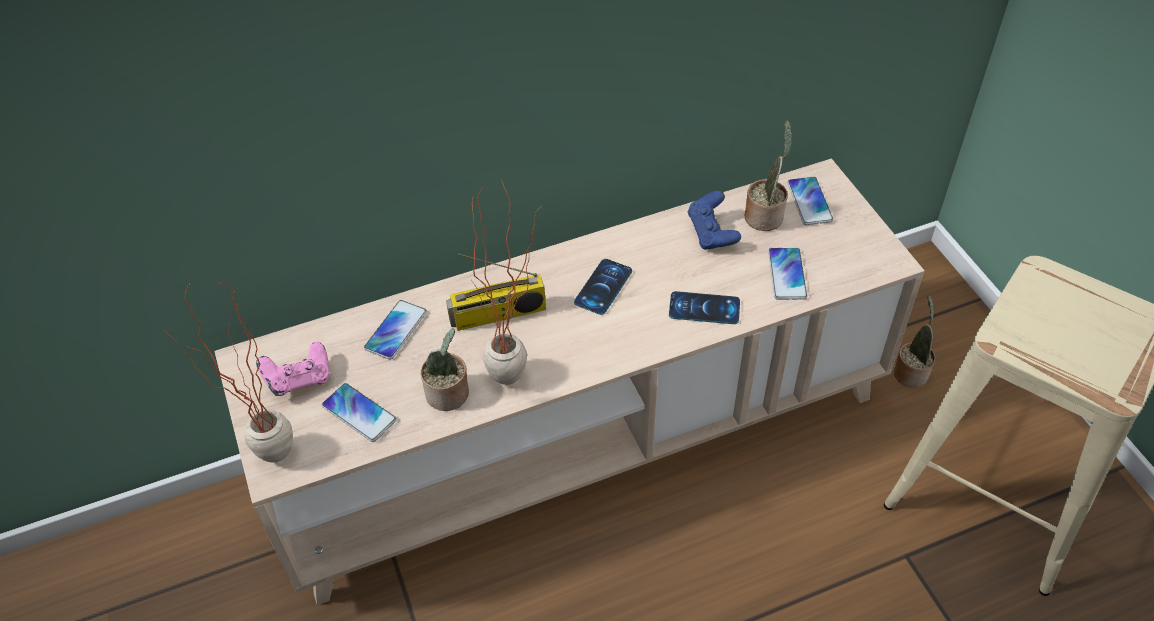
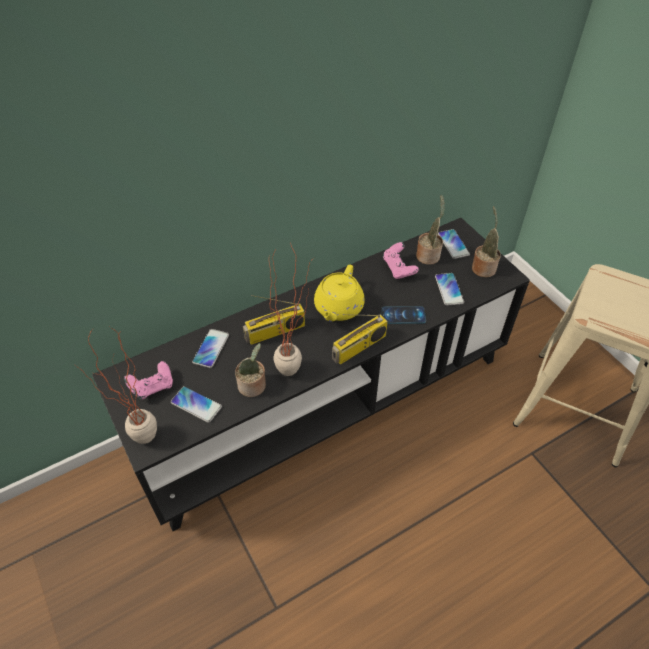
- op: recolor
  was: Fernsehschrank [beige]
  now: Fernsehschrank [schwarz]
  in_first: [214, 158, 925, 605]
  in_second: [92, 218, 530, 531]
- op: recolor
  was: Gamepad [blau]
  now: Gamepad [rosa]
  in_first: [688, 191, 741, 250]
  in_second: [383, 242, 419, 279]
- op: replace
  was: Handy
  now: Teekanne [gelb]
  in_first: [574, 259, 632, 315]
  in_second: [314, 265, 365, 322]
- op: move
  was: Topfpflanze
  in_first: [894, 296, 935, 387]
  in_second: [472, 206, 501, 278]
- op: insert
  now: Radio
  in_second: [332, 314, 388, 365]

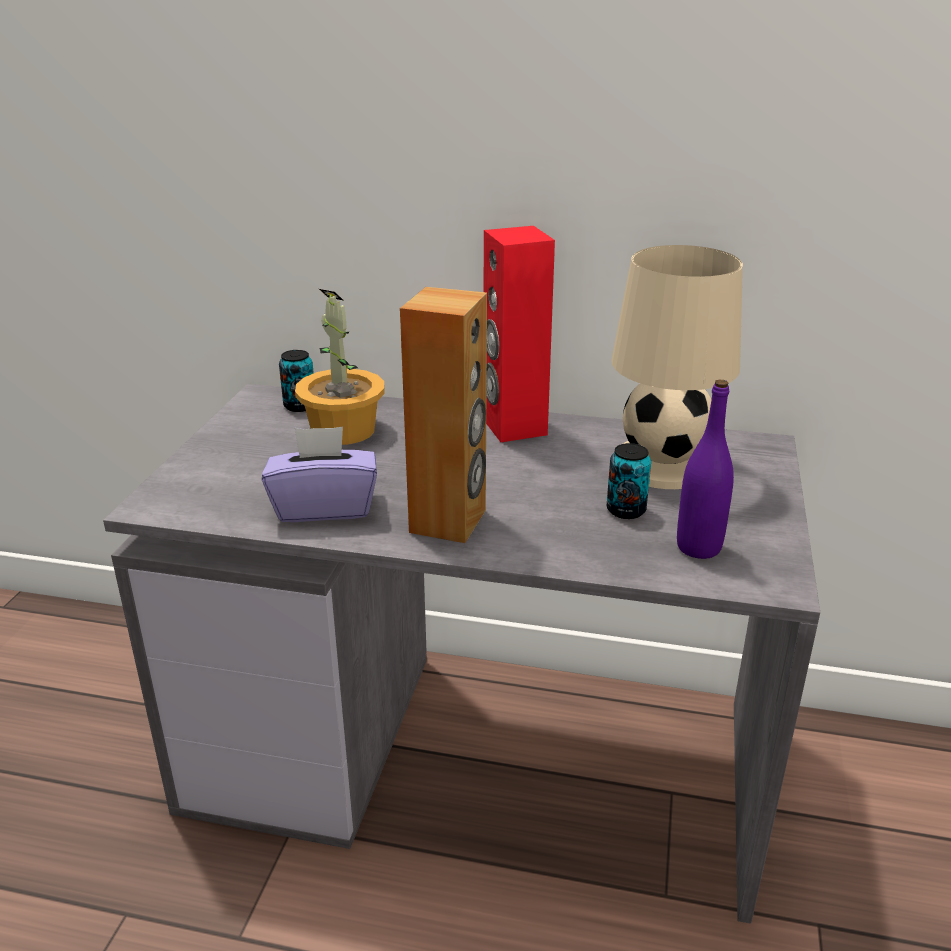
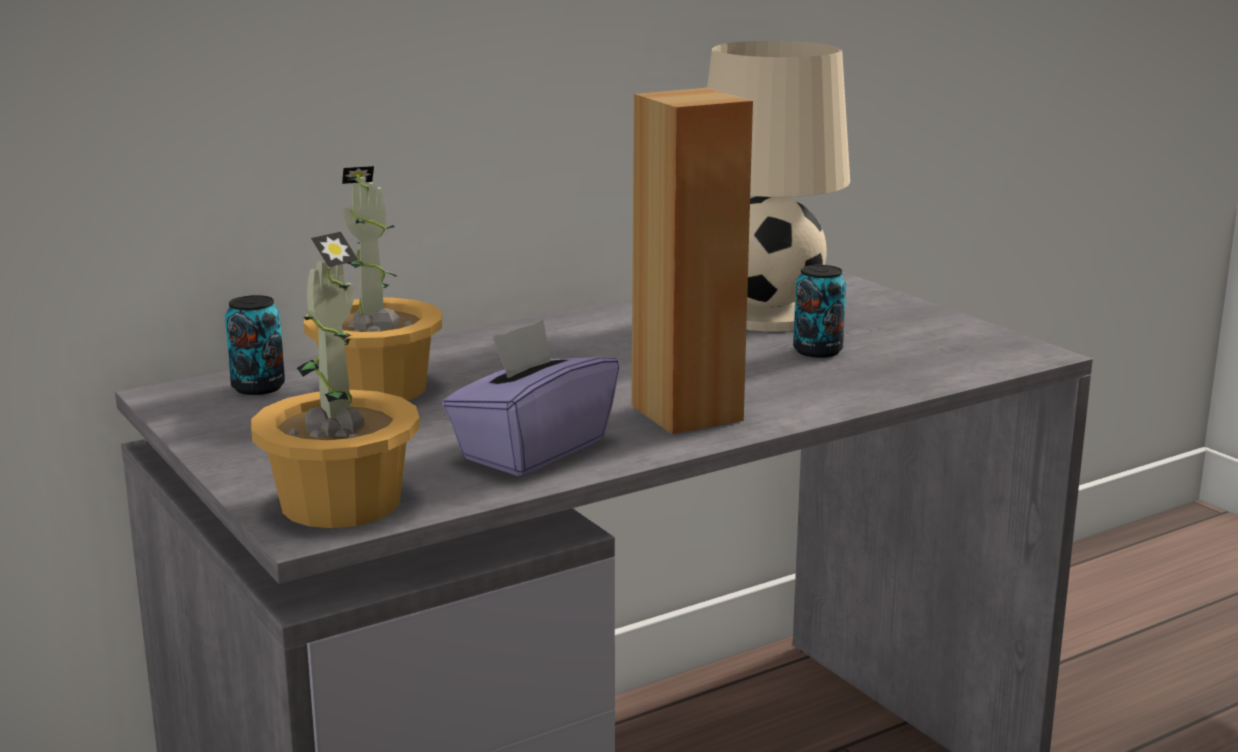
- op: delete
  was: Lautsprecher [rot]
  in_first: [484, 226, 555, 442]
- op: delete
  was: Flasche [lila]
  in_first: [677, 380, 734, 559]
- op: insert
  now: Topfpflanze
  in_second: [251, 232, 420, 528]

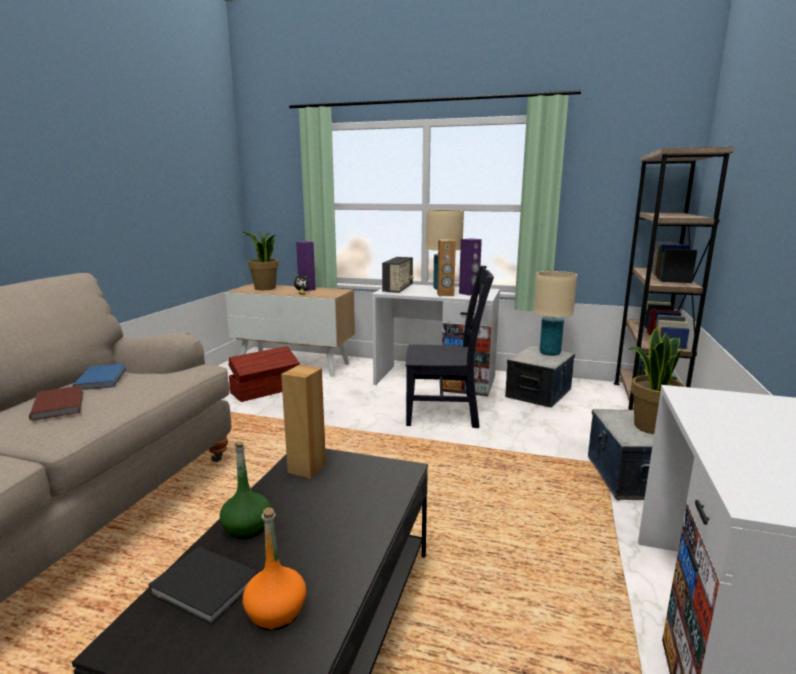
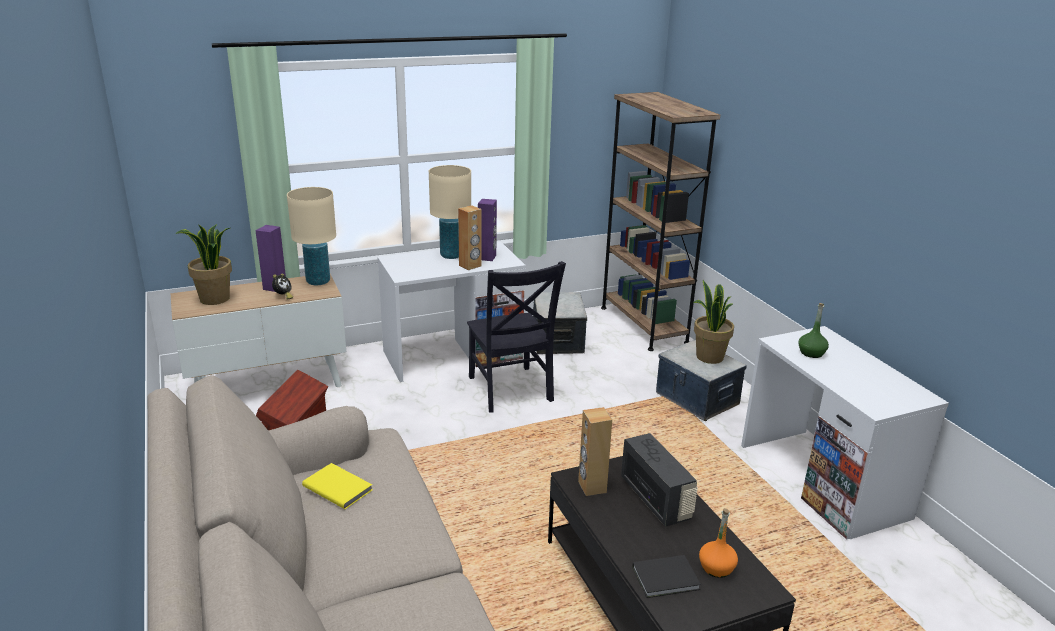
- op: move
  was: Radio
  in_first: [382, 257, 414, 293]
  in_second: [621, 433, 698, 527]
- op: rotate
  was: Stuhl [schwarz]
  in_first: [406, 266, 494, 428]
  in_second: [467, 261, 566, 412]
  clockwise: 105
- op: move
  was: Tischlampe [beige]
  in_first: [534, 271, 577, 356]
  in_second: [287, 187, 336, 285]
- op: recolor
  was: Buch [blau]
  now: Buch [gelb]
  in_first: [72, 364, 127, 390]
  in_second: [302, 463, 372, 509]
- op: delete
  was: Buch [braun]
  in_first: [29, 385, 83, 421]
- op: move
  was: Flasche [grün]
  in_first: [220, 442, 271, 539]
  in_second: [798, 303, 829, 358]

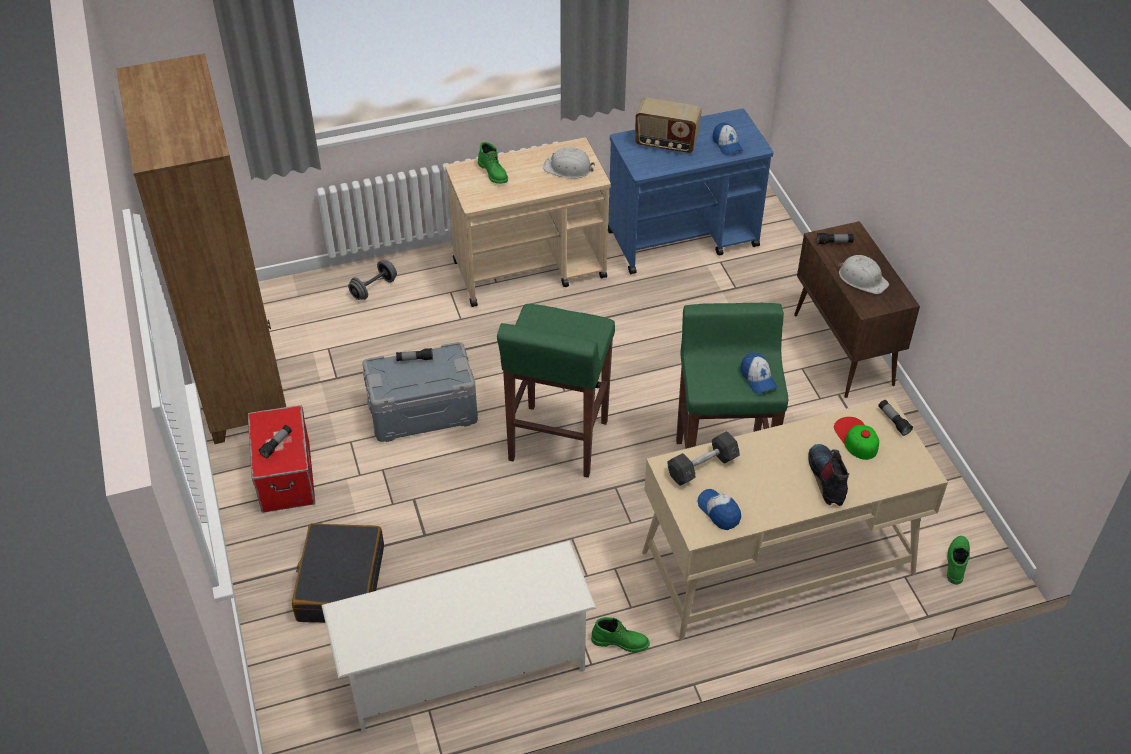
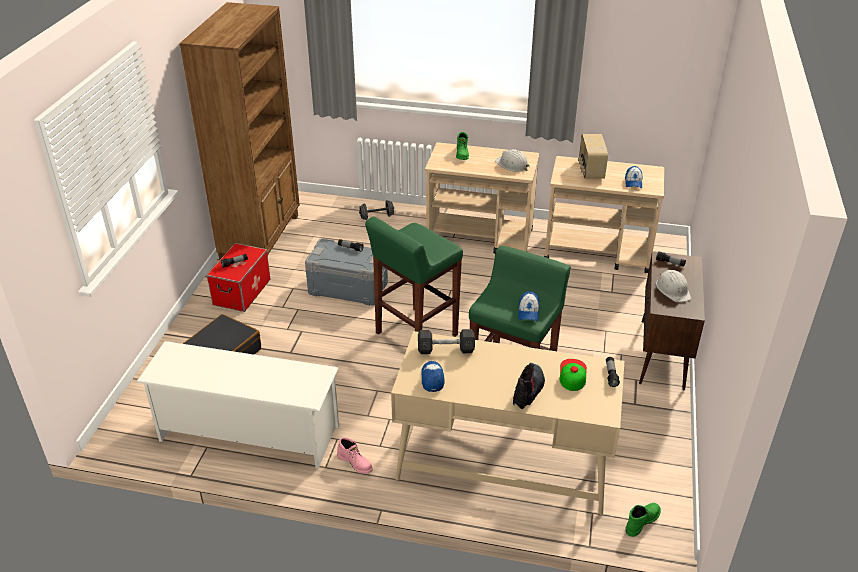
- op: rotate
  was: Radio
  in_first: [635, 97, 702, 153]
  in_second: [578, 134, 608, 179]
  clockwise: 45
- op: recolor
  was: Rollwagen [blau]
  now: Rollwagen [beige]
  in_first: [608, 108, 774, 274]
  in_second: [544, 156, 665, 273]
- op: recolor
  was: Stiefel [grün]
  now: Stiefel [rosa]
  in_first: [591, 617, 650, 652]
  in_second: [337, 437, 373, 474]

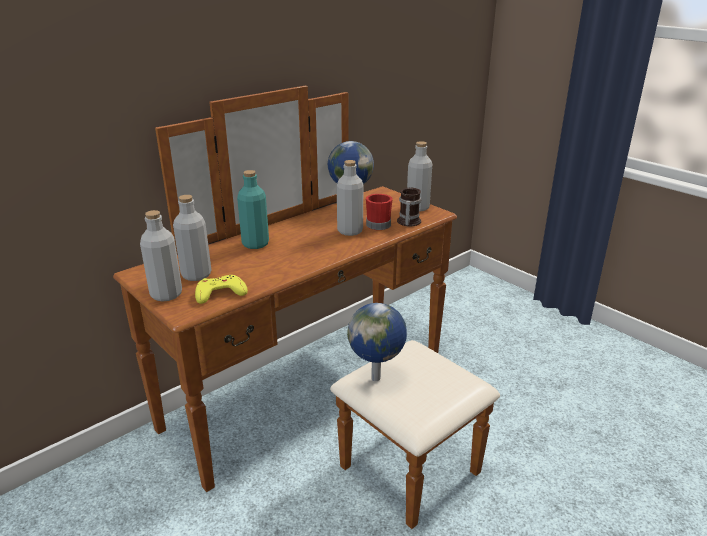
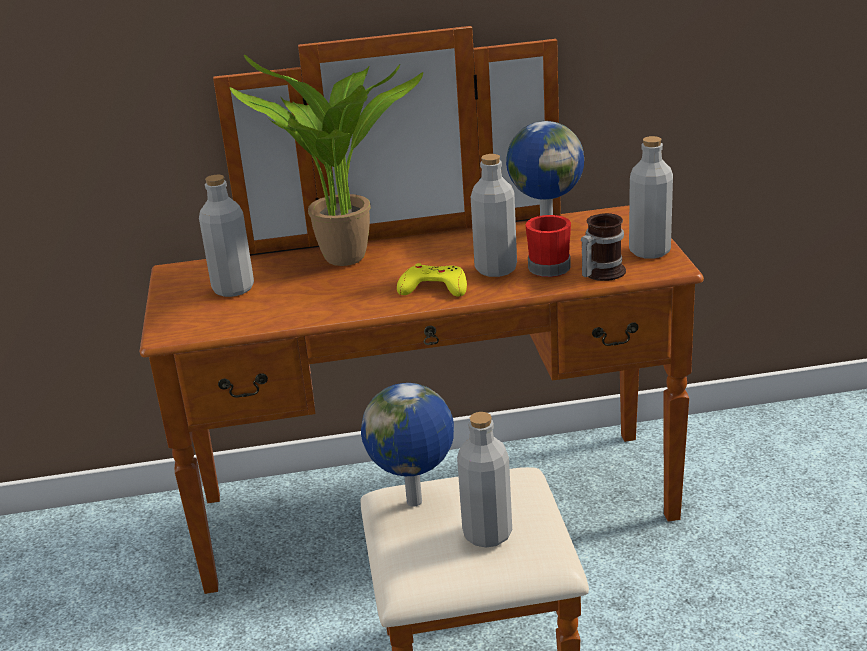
- op: replace
  was: Flasche [türkis]
  now: Topfpflanze
  in_first: [237, 170, 269, 249]
  in_second: [229, 55, 423, 266]
- op: move
  was: Flasche [grau]
  in_first: [140, 210, 182, 302]
  in_second: [457, 412, 512, 548]
- op: move
  was: Gamepad [gelb]
  in_first: [195, 275, 248, 304]
  in_second: [397, 263, 467, 296]

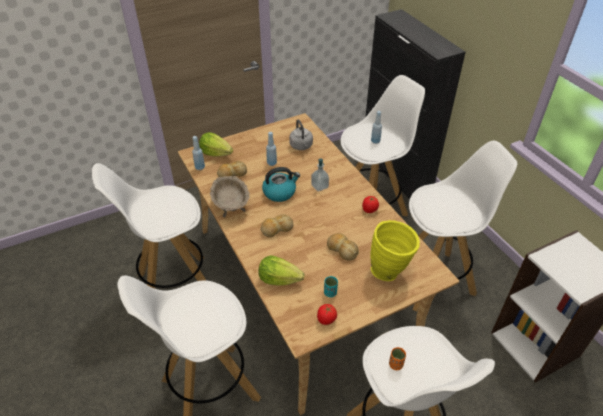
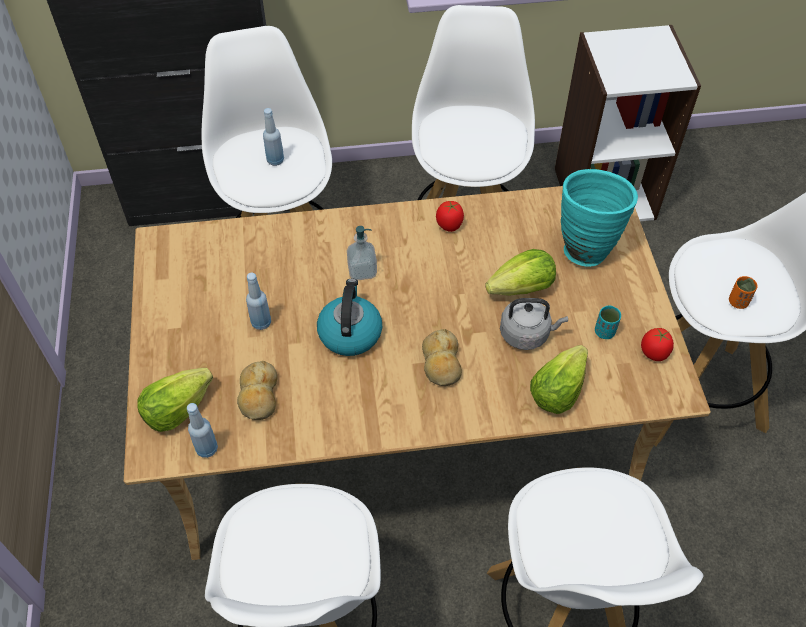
- op: move
  was: Wasserkessel [grau]
  in_first: [289, 119, 313, 150]
  in_second: [500, 298, 568, 350]
- op: delete
  was: Schüssel [beige]
  in_first: [210, 176, 250, 217]
- op: recolor
  was: Vase [gelb]
  now: Vase [türkis]
  in_first: [370, 220, 420, 281]
  in_second: [561, 169, 638, 267]
- op: replace
  was: Brot
  now: Salatkopf
  in_first: [327, 233, 359, 261]
  in_second: [485, 249, 556, 296]

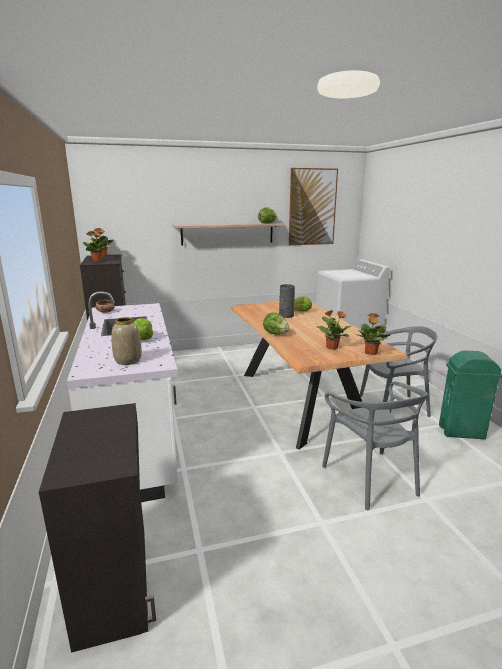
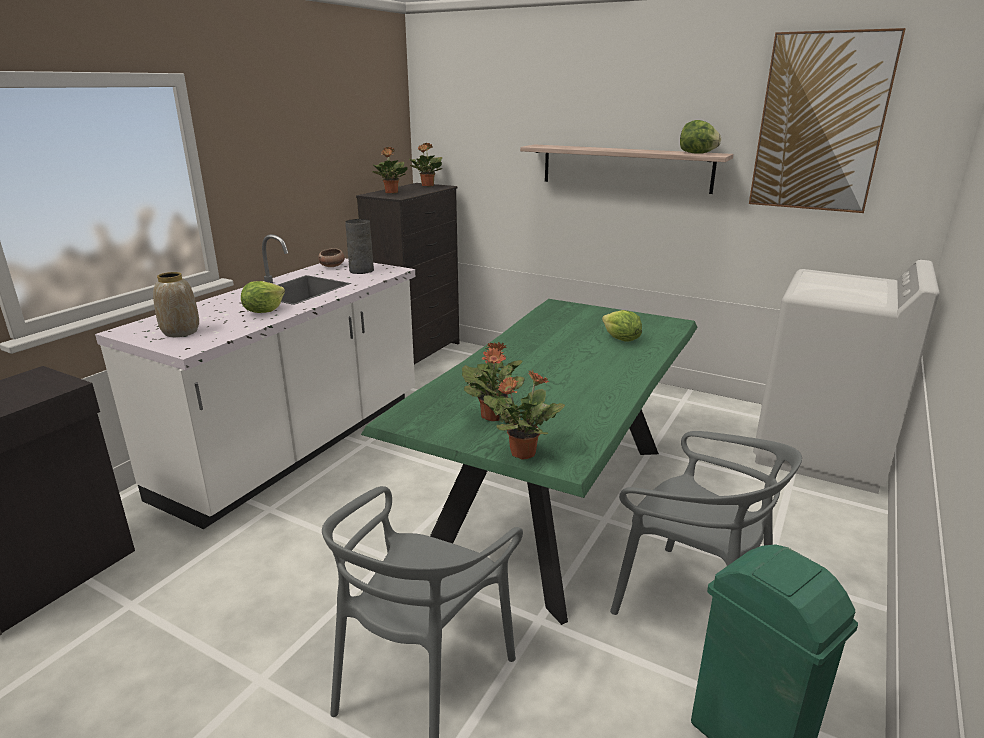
- op: move
  was: Vase [grau]
  in_first: [279, 284, 295, 318]
  in_second: [345, 219, 374, 274]
- op: recolor
  was: Esstisch [braun]
  now: Esstisch [grün]
  in_first: [231, 302, 408, 450]
  in_second: [361, 299, 697, 625]
- op: delete
  was: Salatkopf
  in_first: [263, 312, 290, 335]

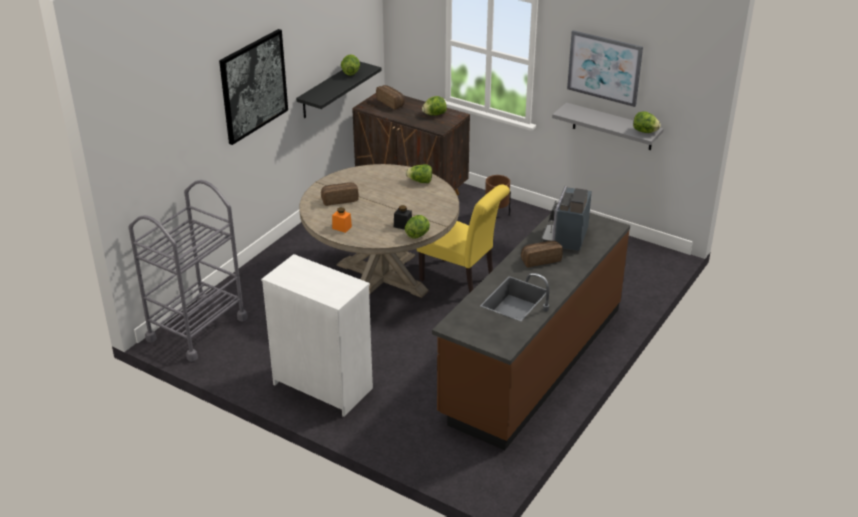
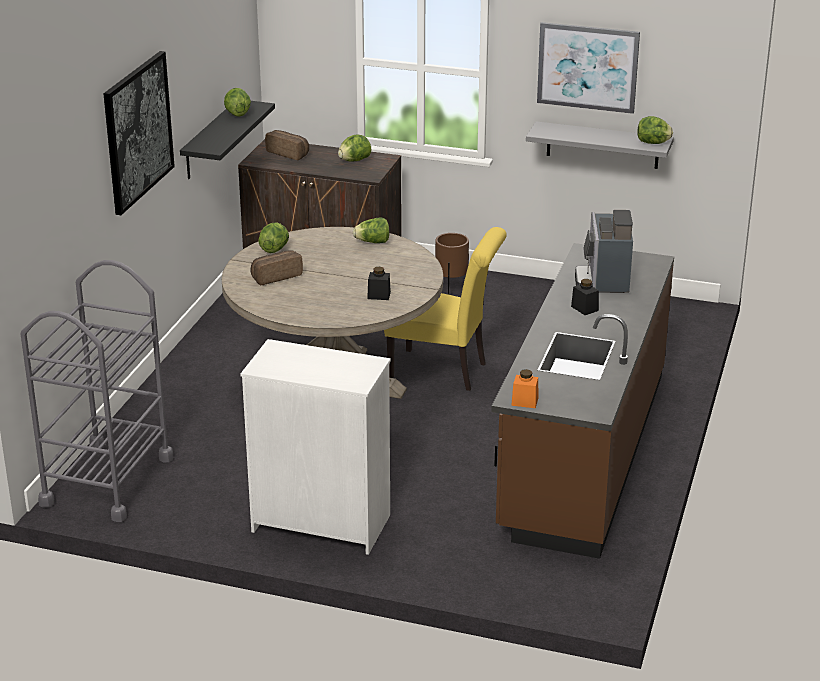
- op: move
  was: Vorratsglas [orange]
  in_first: [332, 207, 352, 233]
  in_second: [511, 369, 538, 408]
- op: move
  was: Salatkopf
  in_first: [405, 215, 430, 239]
  in_second: [258, 222, 289, 253]
- op: replace
  was: Brot
  now: Vorratsglas [schwarz]
  in_first: [521, 241, 563, 268]
  in_second: [571, 279, 599, 315]

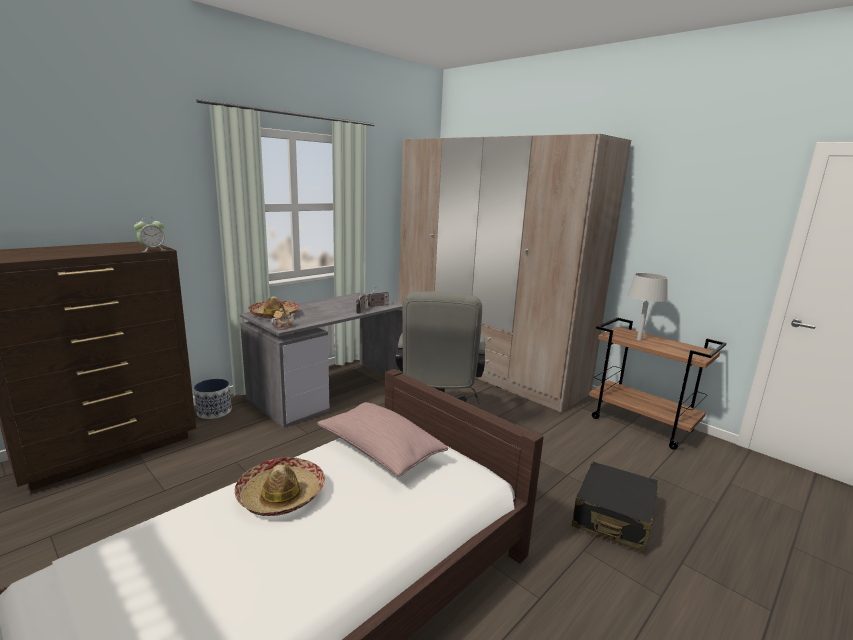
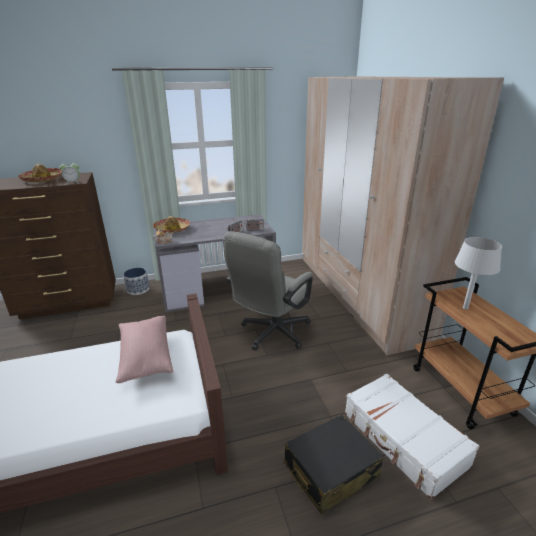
- op: move
  was: Hut
  in_first: [235, 457, 325, 516]
  in_second: [18, 164, 62, 183]
- op: insert
  now: Koffer [weiß]
  in_second: [345, 374, 479, 500]

